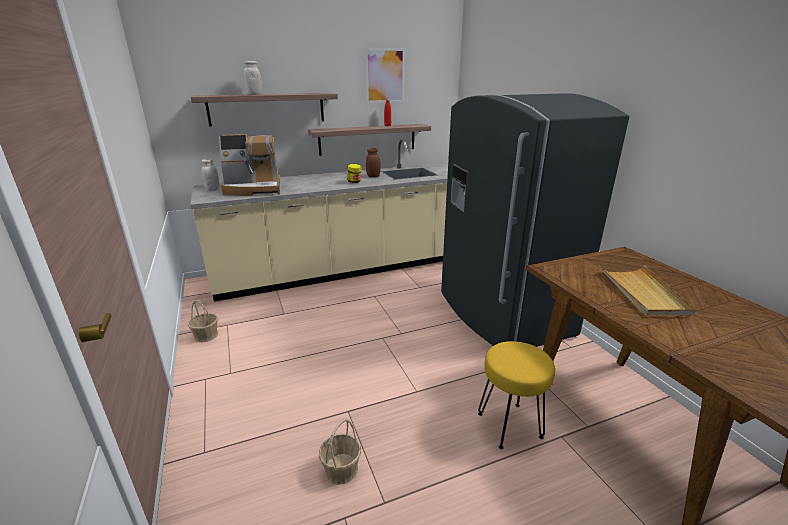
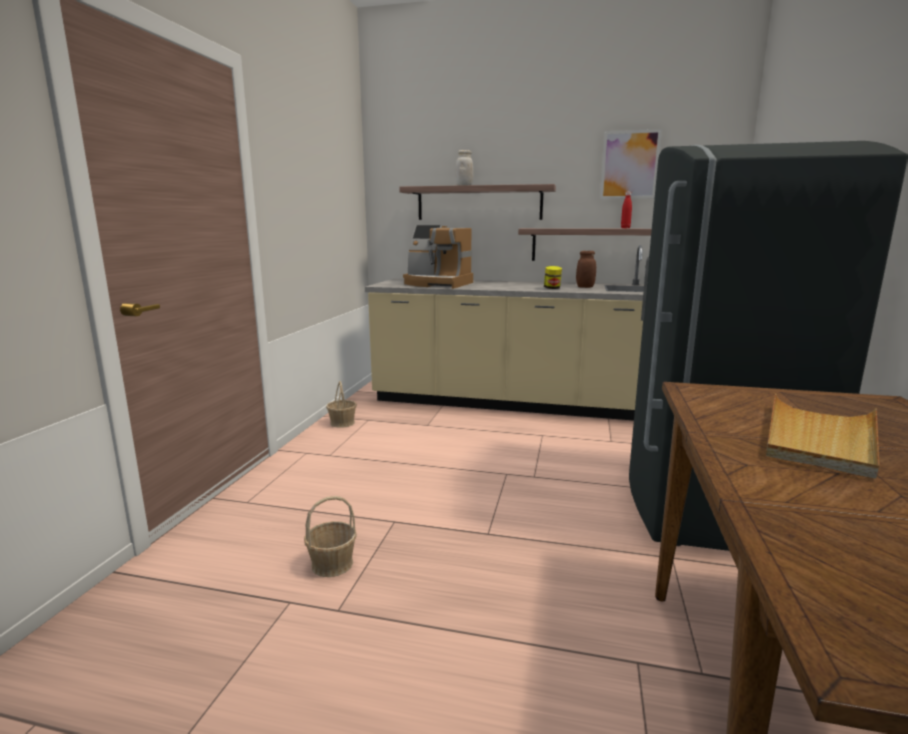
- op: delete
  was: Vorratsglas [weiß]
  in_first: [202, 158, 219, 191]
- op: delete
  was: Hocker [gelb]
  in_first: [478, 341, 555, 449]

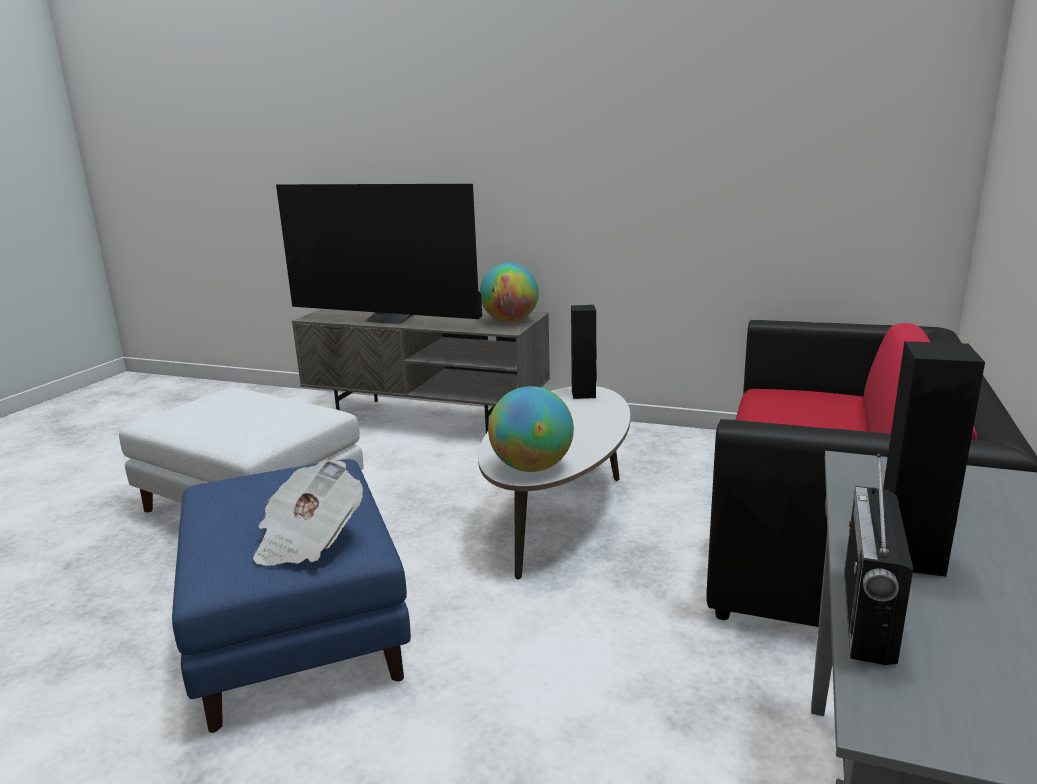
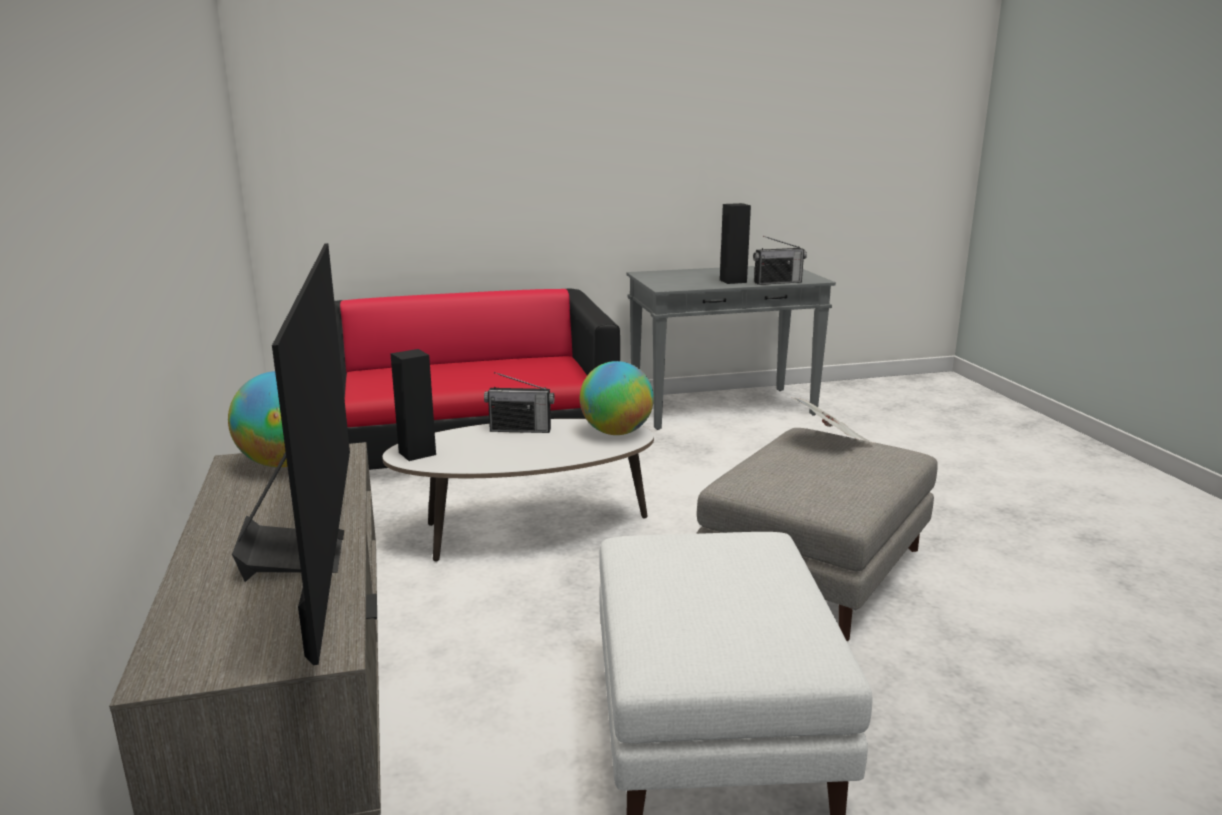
- op: recolor
  was: Polsterhocker [blau]
  now: Polsterhocker [grau]
  in_first: [172, 459, 411, 733]
  in_second: [696, 428, 938, 641]
- op: insert
  now: Radio
  in_second: [484, 372, 555, 433]

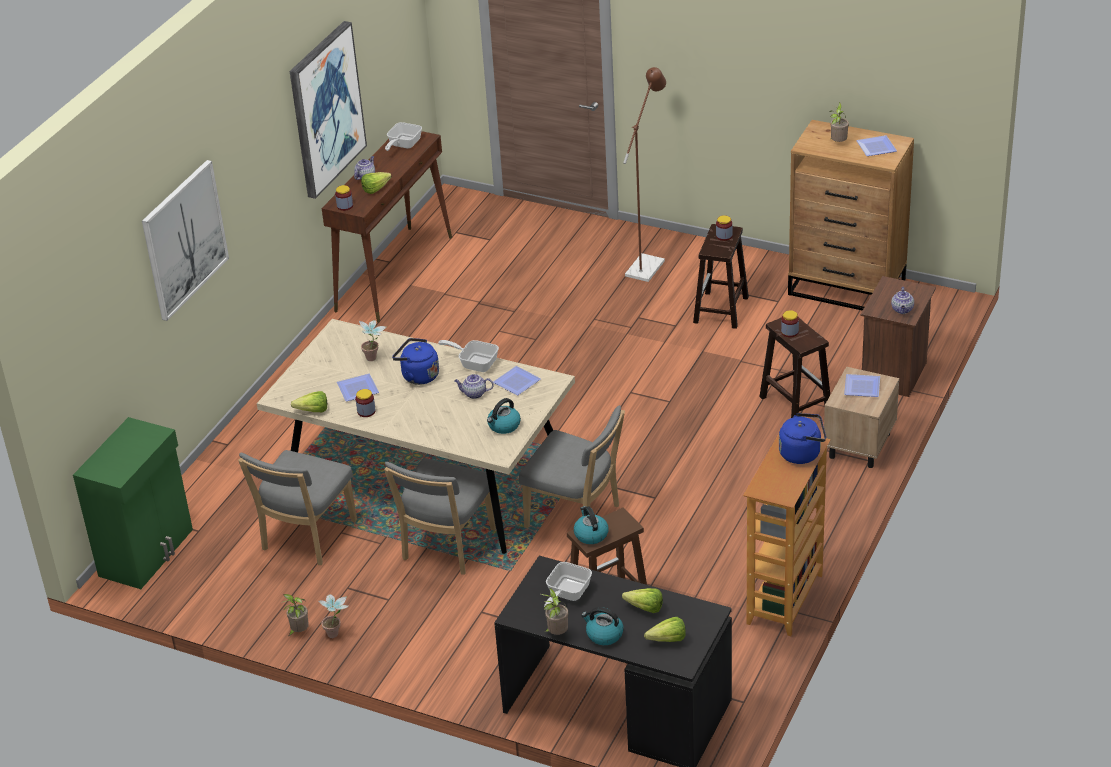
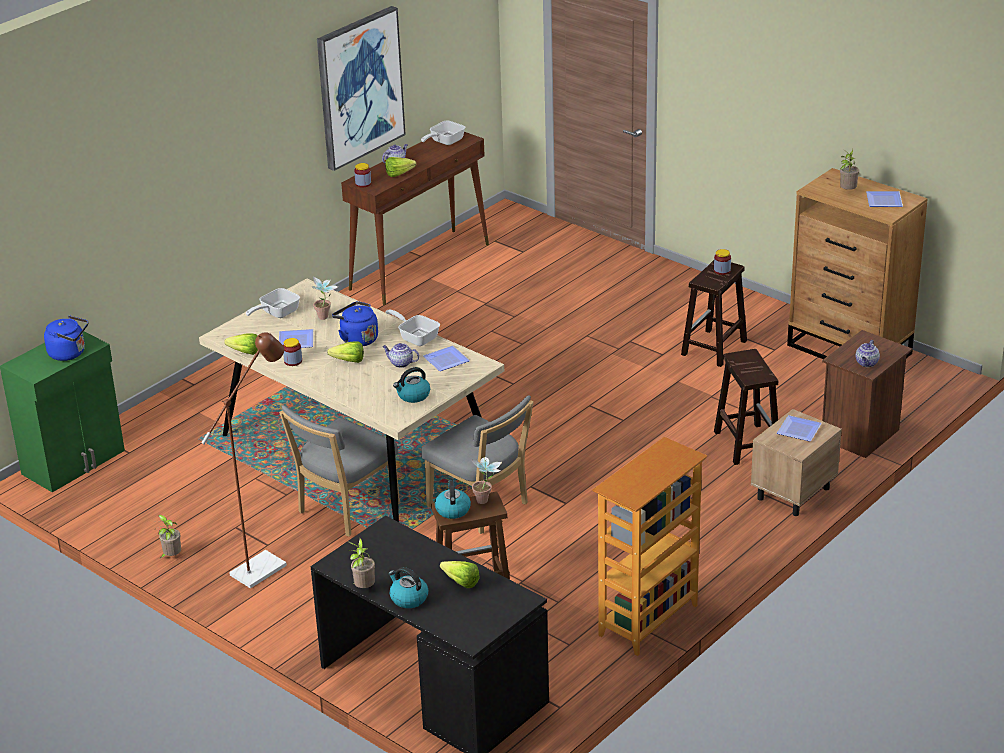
- op: move
  was: Stehlampe [braun]
  in_first: [623, 67, 666, 282]
  in_second: [201, 332, 287, 588]
- op: delete
  was: Bild
  in_first: [142, 160, 229, 321]
- op: delete
  was: Vorratsglas
  in_first: [781, 310, 799, 337]
- op: move
  was: Wasserkessel [blau]
  in_first: [779, 413, 826, 464]
  in_second: [44, 315, 88, 361]
- op: delete
  was: Stuhl [grau]
  in_first: [238, 450, 357, 565]
- op: move
  was: Pfanne
  in_first: [544, 562, 592, 607]
  in_second: [246, 288, 300, 318]
- op: move
  was: Topfpflanze
  in_first: [318, 594, 348, 638]
  in_second: [471, 457, 502, 504]
- op: move
  was: Salatkopf
  in_first: [644, 617, 686, 642]
  in_second: [327, 341, 364, 363]

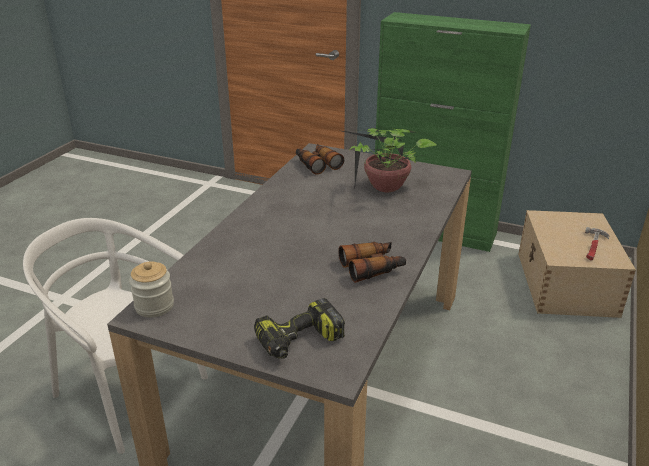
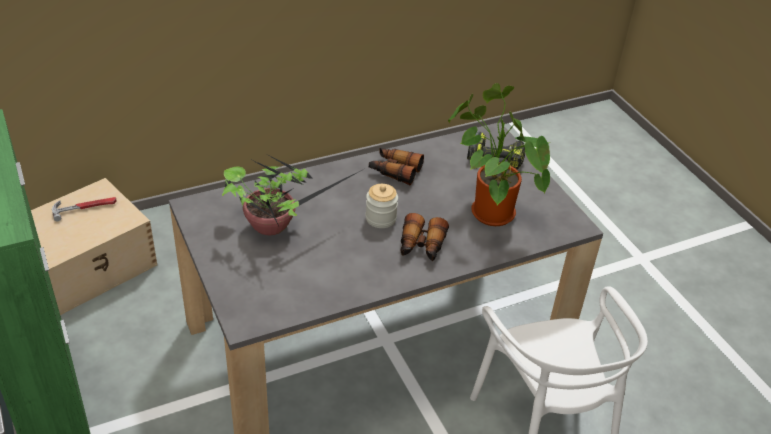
- op: move
  was: Fernglas
  in_first: [296, 144, 344, 175]
  in_second: [400, 213, 449, 261]
- op: move
  was: Vorratsglas
  in_first: [129, 261, 174, 318]
  in_second: [365, 184, 398, 228]
- op: insert
  now: Topfpflanze
  in_second: [448, 83, 550, 226]

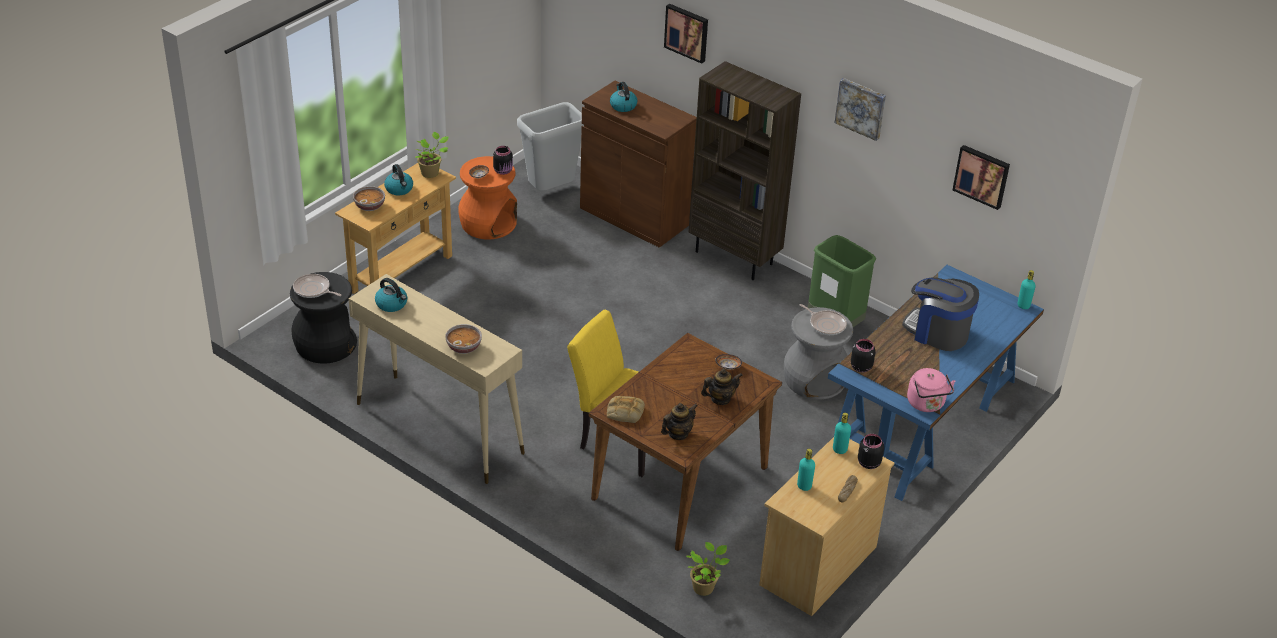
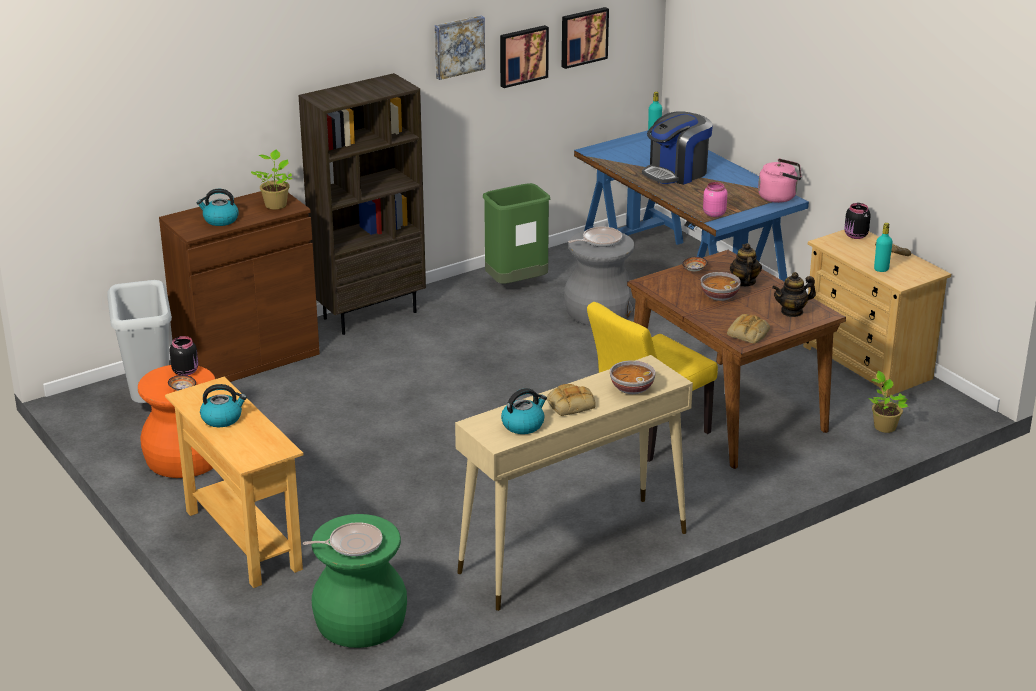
- op: move
  was: Bild
  in_first: [664, 4, 708, 64]
  in_second: [500, 25, 549, 88]
- op: move
  was: Topfpflanze
  in_first: [415, 132, 449, 178]
  in_second: [251, 150, 293, 209]
- op: move
  was: Schüssel
  in_first: [353, 186, 385, 211]
  in_second: [701, 272, 741, 301]
- op: recolor
  was: Hocker [schwarz]
  now: Hocker [grün]
  in_first: [290, 272, 357, 364]
  in_second: [312, 514, 407, 648]
- op: rotate
  was: Pfanne
  in_first: [293, 274, 341, 298]
  in_second: [303, 522, 382, 556]
  clockwise: -150
- op: recolor
  was: Vorratsglas [schwarz]
  now: Vorratsglas [rosa]
  in_first: [851, 339, 875, 372]
  in_second: [703, 182, 727, 217]
- op: rotate
  was: Teekanne
  in_first: [661, 403, 698, 440]
  in_second: [772, 272, 816, 317]
  clockwise: -90
- op: delete
  was: Flasche [türkis]
  in_first: [833, 413, 851, 454]
- op: insert
  now: Brot
  in_second: [547, 384, 596, 416]

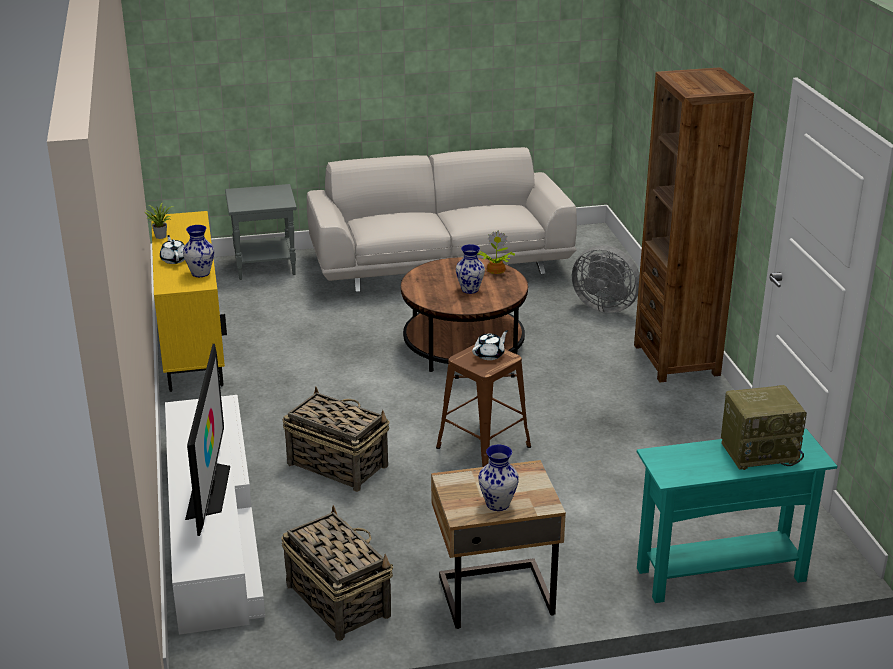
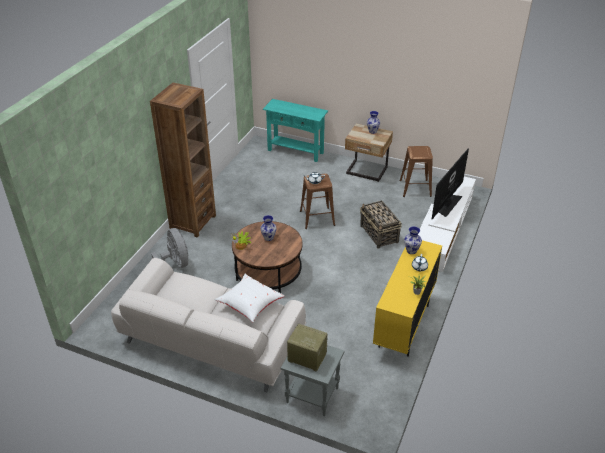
- op: move
  was: Radio
  in_first: [721, 385, 807, 470]
  in_second: [287, 324, 328, 372]
- op: replace
  was: Korb
  now: Hocker [braun]
  in_first: [282, 505, 394, 641]
  in_second: [400, 146, 433, 197]
- op: insert
  now: Kissen [weiß]
  in_second: [214, 274, 284, 322]

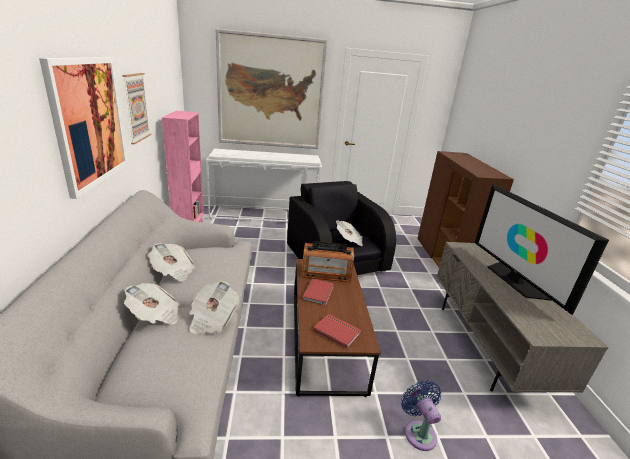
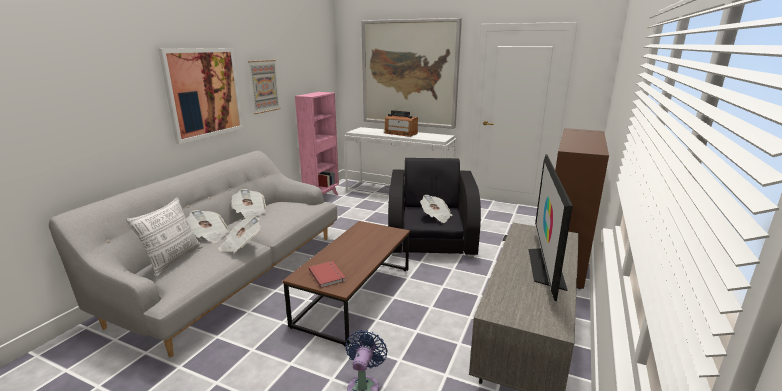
- op: move
  was: Radio
  in_first: [302, 241, 354, 282]
  in_second: [384, 110, 418, 137]
- op: delete
  was: Buch [rot]
  in_first: [302, 279, 334, 305]
- op: insert
  now: Kissen
  in_second: [126, 197, 203, 277]

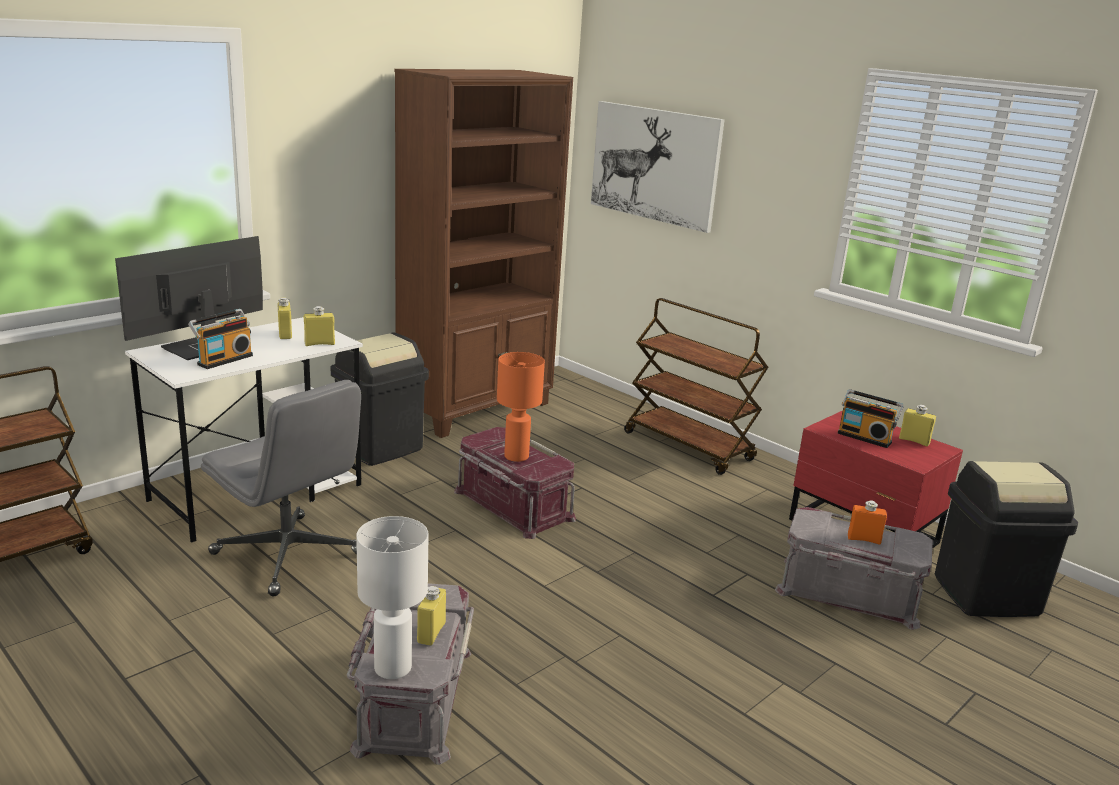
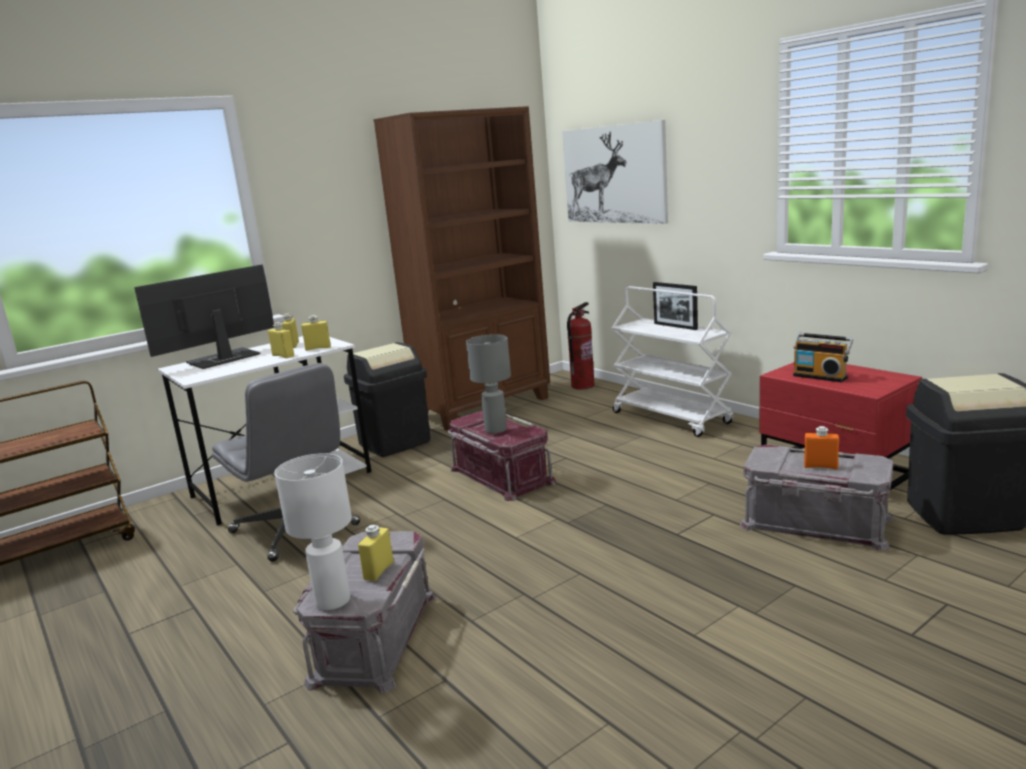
- op: recolor
  was: Rollwagen [braun]
  now: Rollwagen [weiß]
  in_first: [624, 298, 768, 475]
  in_second: [611, 286, 734, 437]
- op: delete
  was: Radio
  in_first: [188, 309, 253, 369]
- op: recolor
  was: Tischlampe [orange]
  now: Tischlampe [grau]
  in_first: [497, 352, 545, 462]
  in_second: [466, 334, 511, 434]
- op: move
  was: Flasche [gelb]
  in_first: [899, 405, 936, 447]
  in_second: [268, 322, 294, 358]
- op: insert
  now: Bilderrahmen
  in_second: [653, 282, 698, 330]
- op: insert
  now: Feuerlöscher
  in_second: [567, 302, 594, 390]

